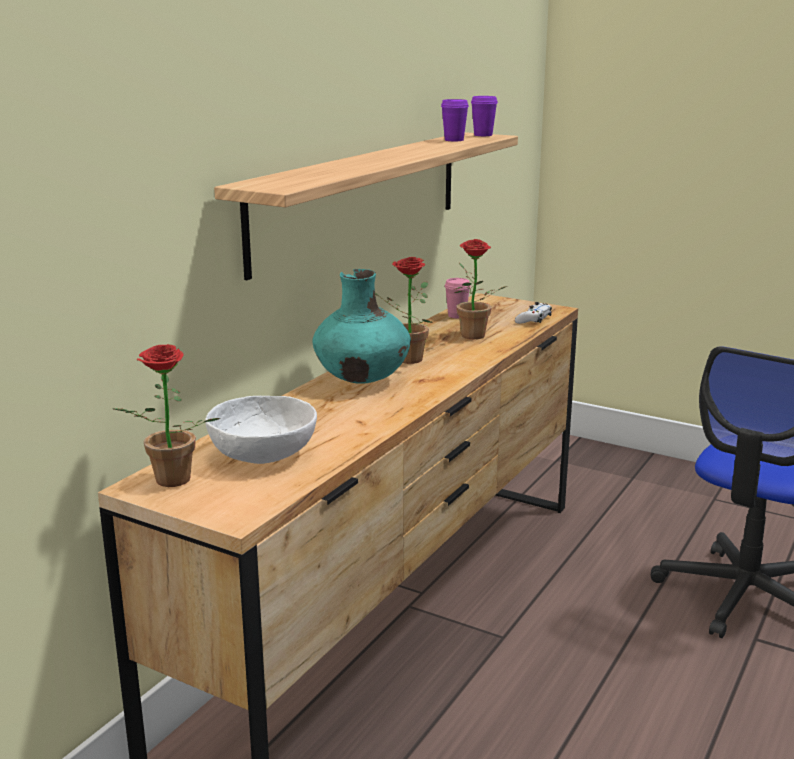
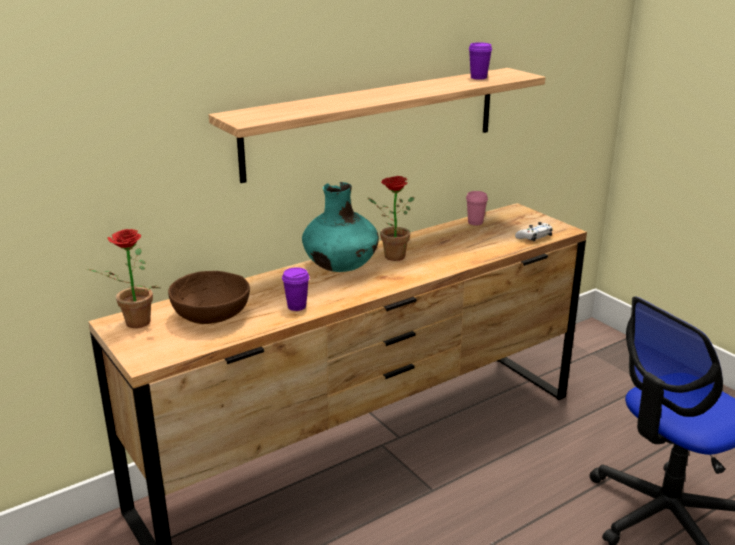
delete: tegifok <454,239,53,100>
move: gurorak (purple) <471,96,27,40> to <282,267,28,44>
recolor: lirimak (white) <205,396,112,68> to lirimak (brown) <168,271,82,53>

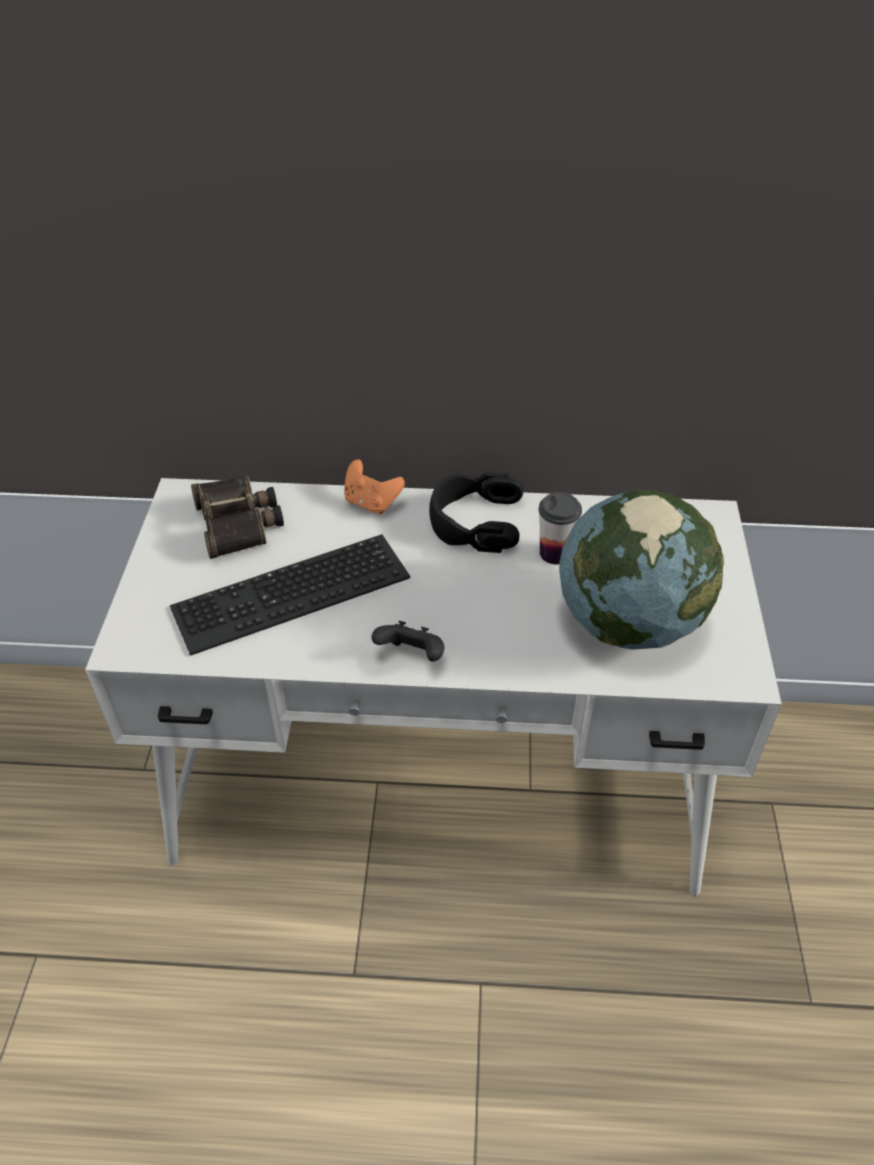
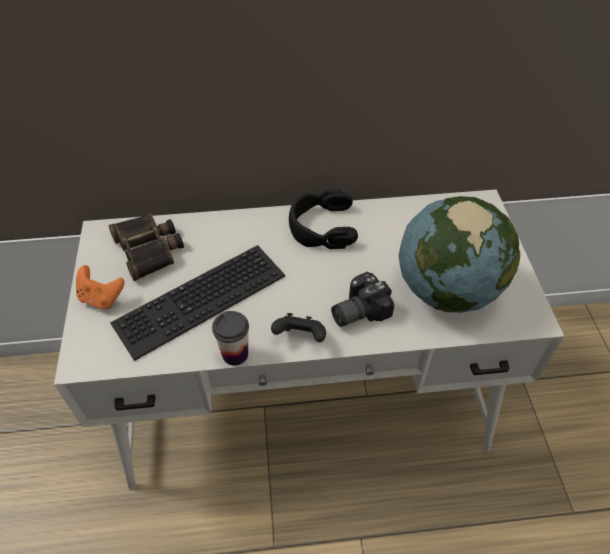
insert: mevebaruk <331,272,63,55>
move: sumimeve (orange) <344,459,61,55> to <76,265,49,44>; gurorak <539,492,43,72> to <212,311,37,55>

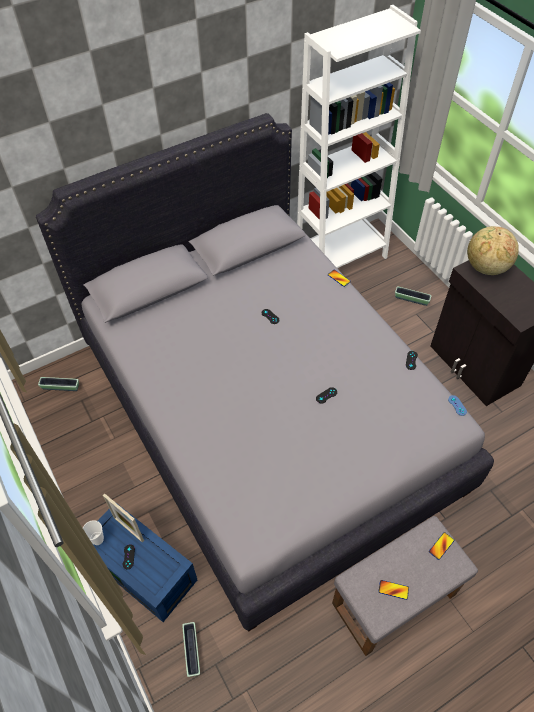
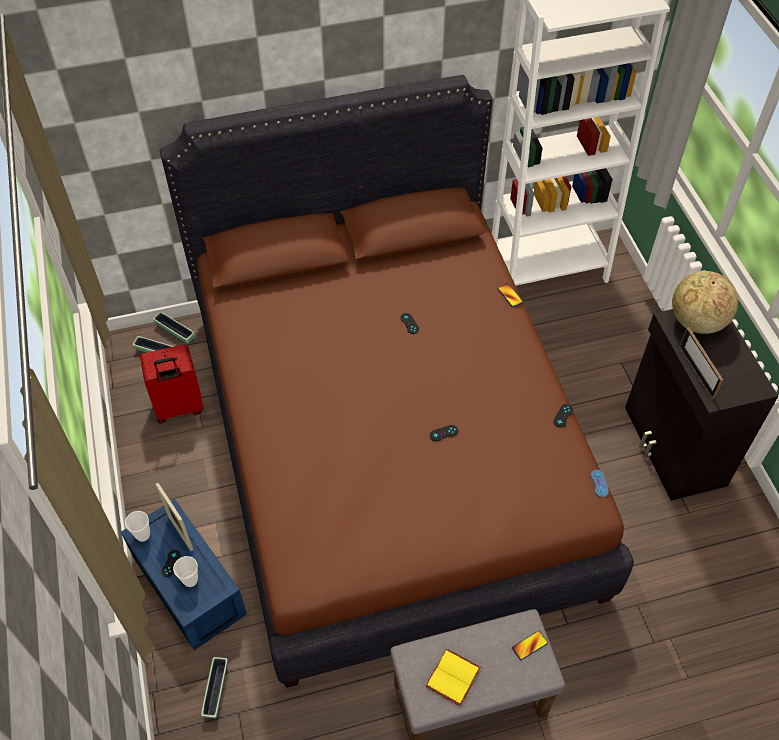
insert: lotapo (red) <140,344,64,80>; gurorak <173,556,25,31>; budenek <679,327,44,72>
move: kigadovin <395,286,36,20> to <153,312,41,33>
replace: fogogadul <378,580,31,20> to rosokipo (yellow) <425,648,56,59>
recolor: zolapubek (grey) <36,113,458,518> to zolapubek (brown) <160,75,474,613>

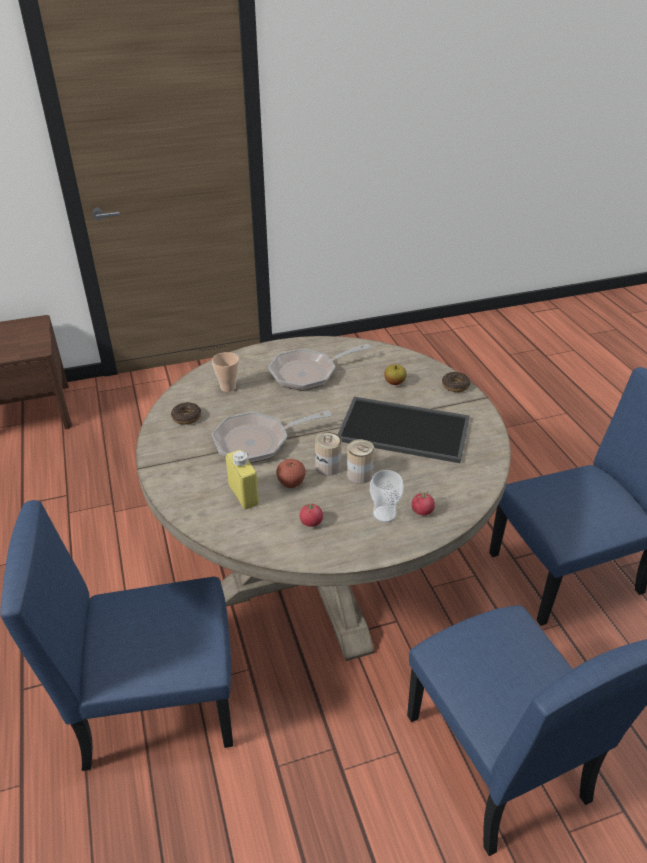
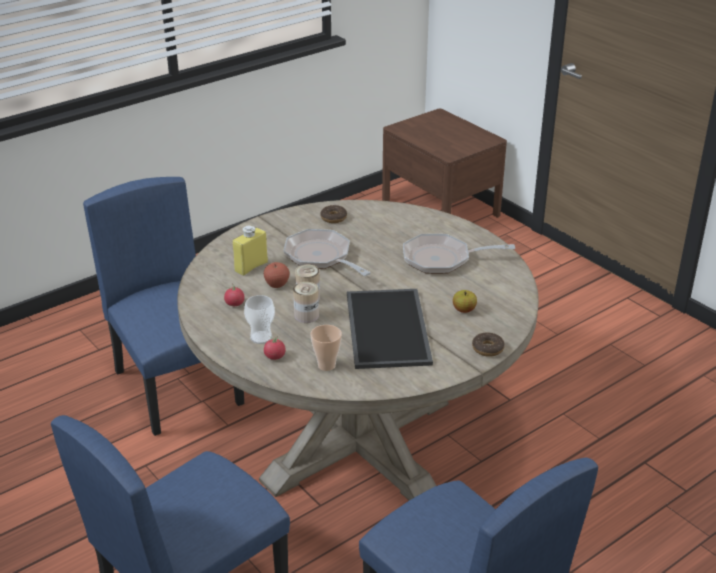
move: gurorak <212,352,27,40> to <310,325,32,46>
rotate: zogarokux <268,344,103,47> = <403,234,112,40> 45 degrees counterclockwise

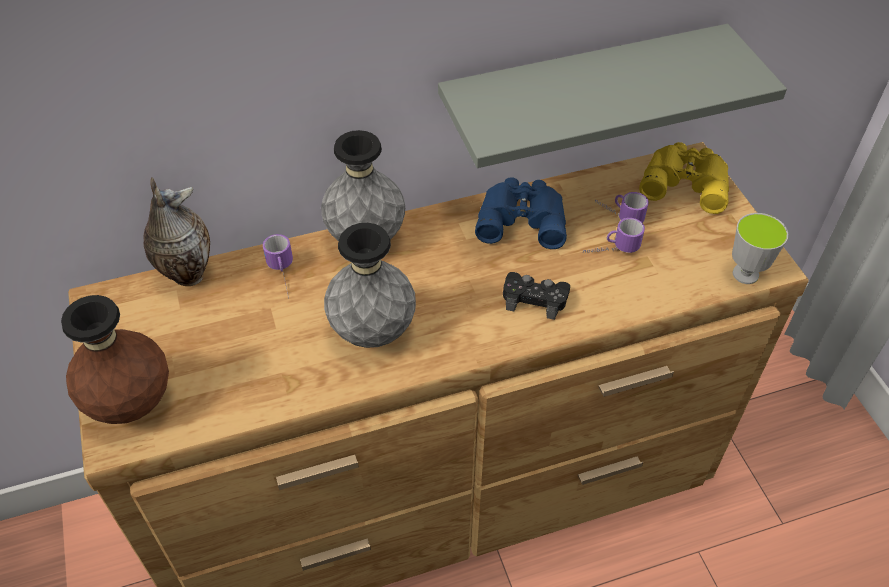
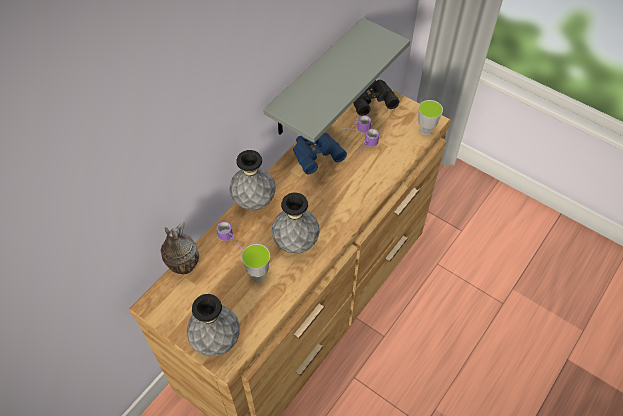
delete: sumimeve (black) <503,272,67,48>
insert: gurorak <242,244,28,37>
recolor: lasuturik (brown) <61,295,108,129> to lasuturik (grey) <187,294,53,63>; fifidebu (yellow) <639,142,90,72> to fifidebu (black) <354,80,46,36>

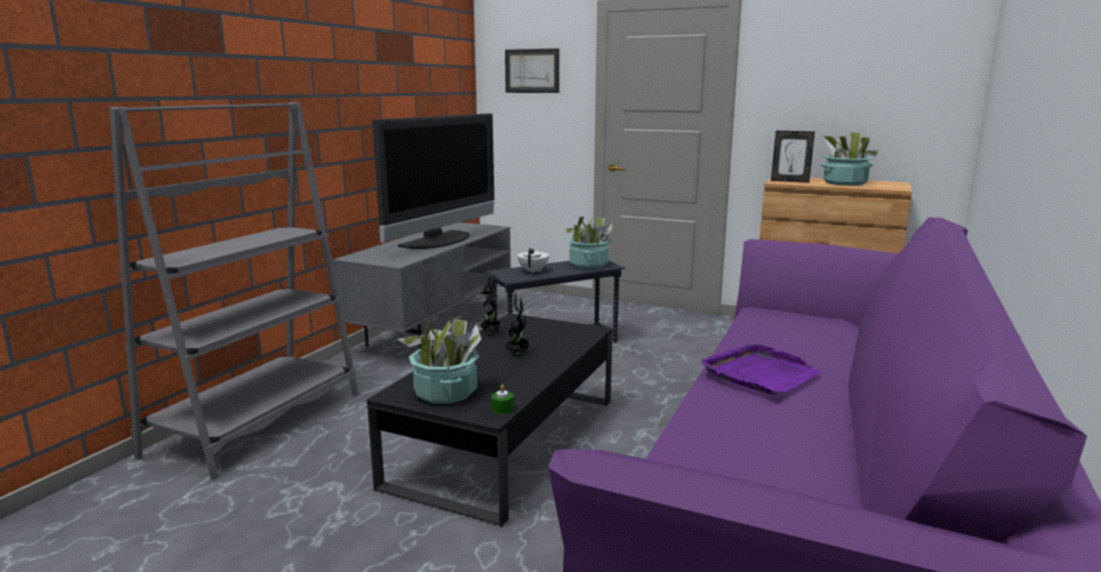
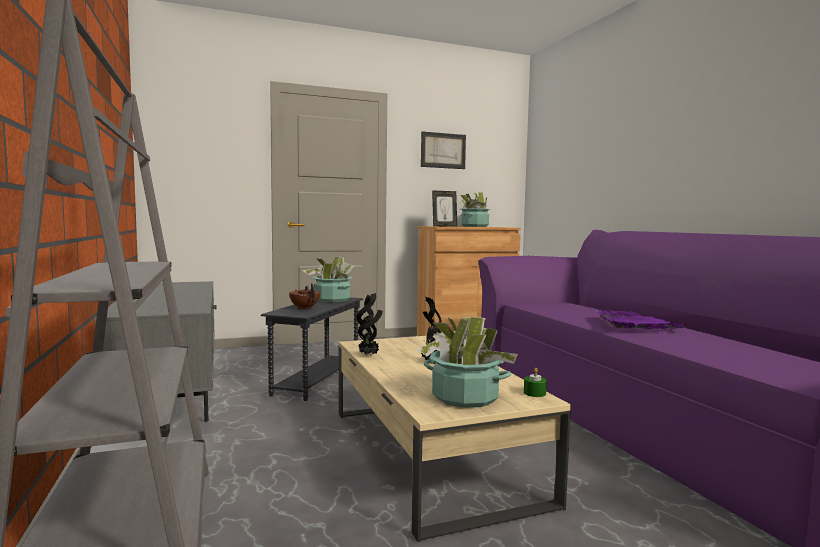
delete: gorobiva <372,113,122,136>
move: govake <505,48,54,45> to <421,131,45,38>
recolor: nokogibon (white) <517,248,32,25> to nokogibon (brown) <289,283,31,27>; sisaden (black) <367,313,245,214> to sisaden (beige) <339,336,232,206>

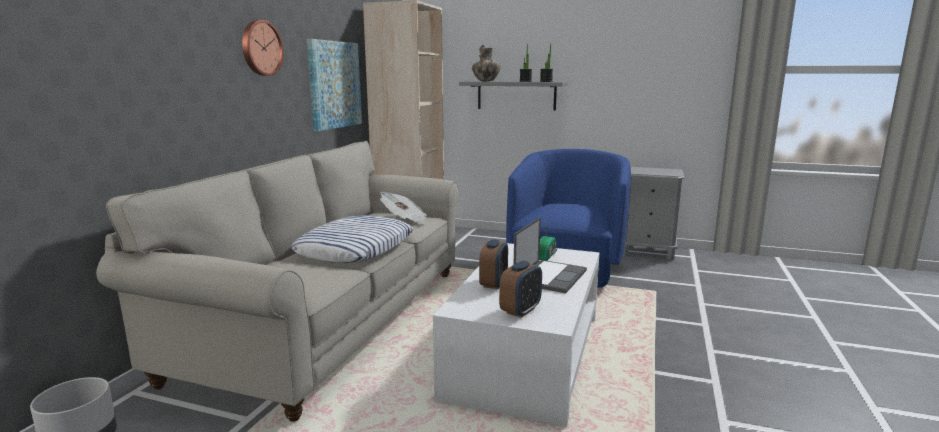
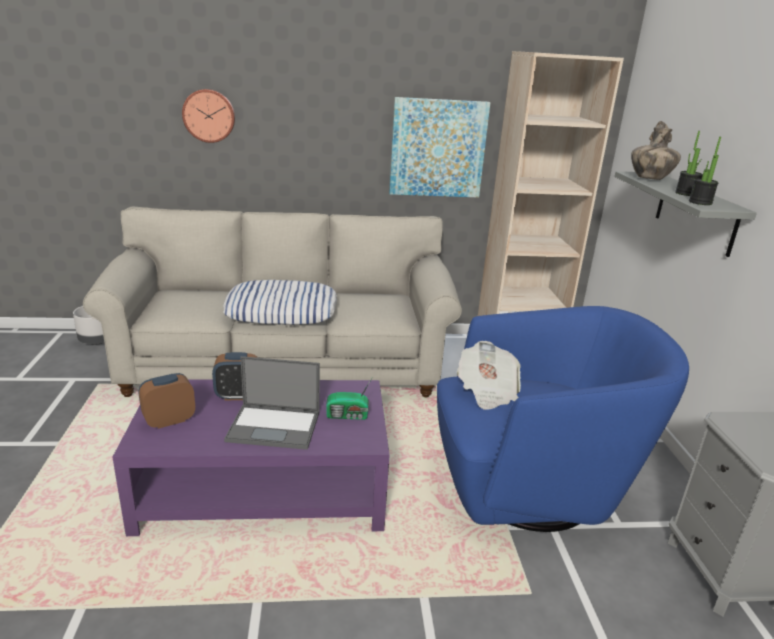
move: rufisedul <242,20,42,56> to <182,89,53,54>; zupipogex <380,192,47,32> to <457,341,64,69>
recolor: sisaden (white) <433,243,167,184> to sisaden (purple) <113,379,277,157>
rotate: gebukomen <499,261,43,57> = <139,373,56,56> 135 degrees clockwise

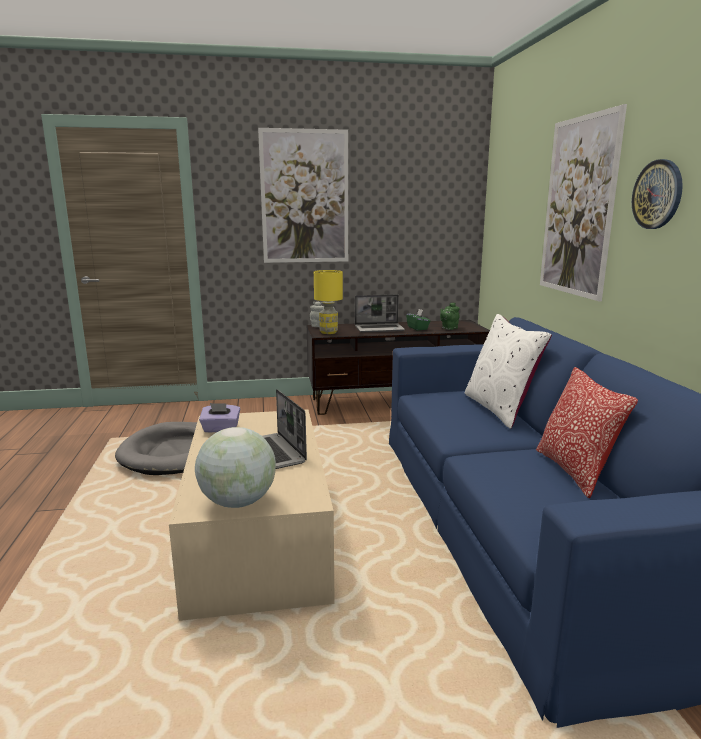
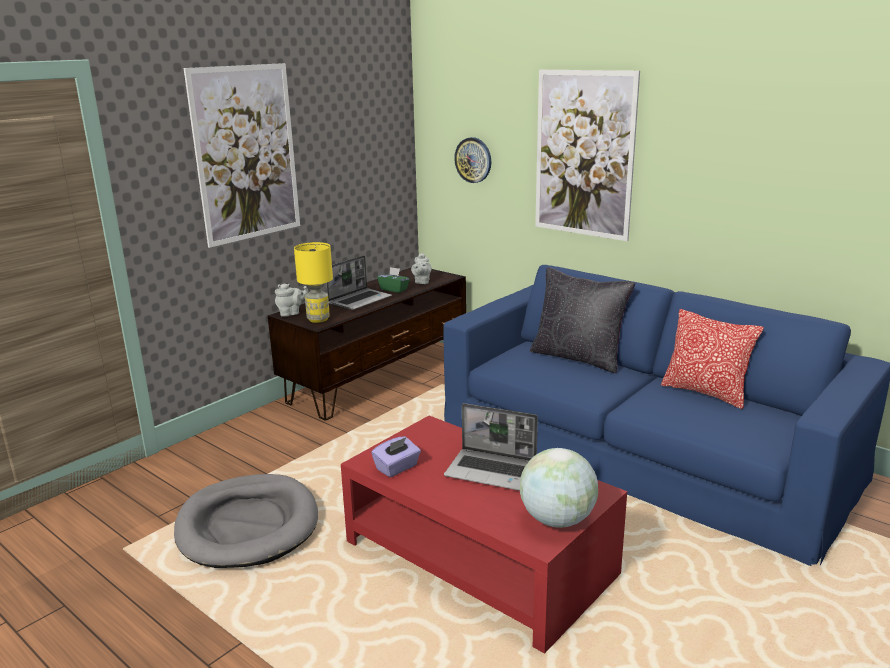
move: rufisedul <632,159,51,70> to <454,137,37,46>
recolor: sisaden (beige) <169,409,166,212> to sisaden (red) <341,416,286,238>; nokogibon (green) <440,302,20,28> to nokogibon (grey) <411,252,21,32>; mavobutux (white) <464,314,88,115> to mavobutux (black) <530,268,105,105>

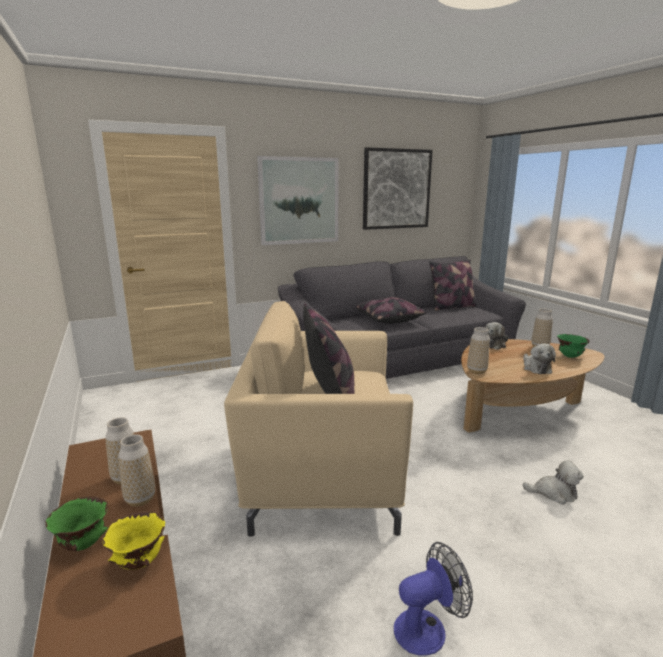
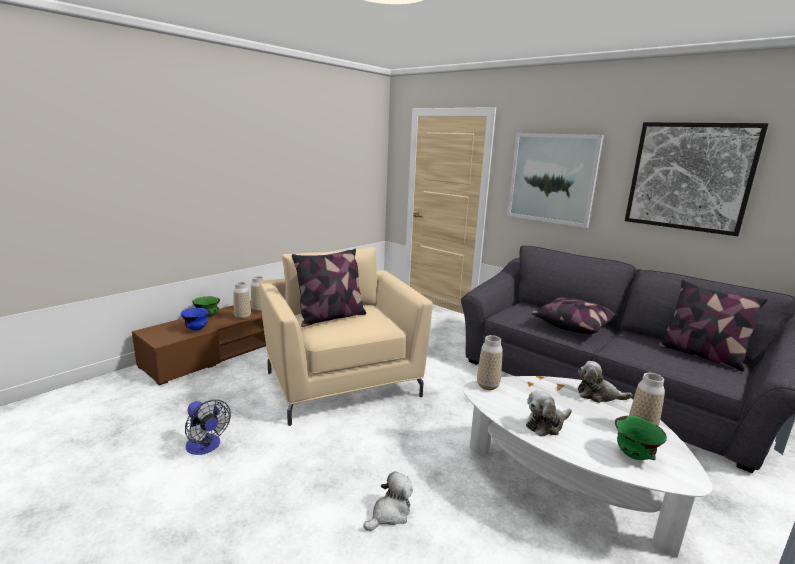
recolor: lirimak (yellow) <102,511,63,59> to lirimak (blue) <180,308,30,23>; sisaden (brown) <461,339,143,94> to sisaden (white) <463,376,250,182>
rotate: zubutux <522,460,62,44> = <363,471,50,60> 120 degrees counterclockwise

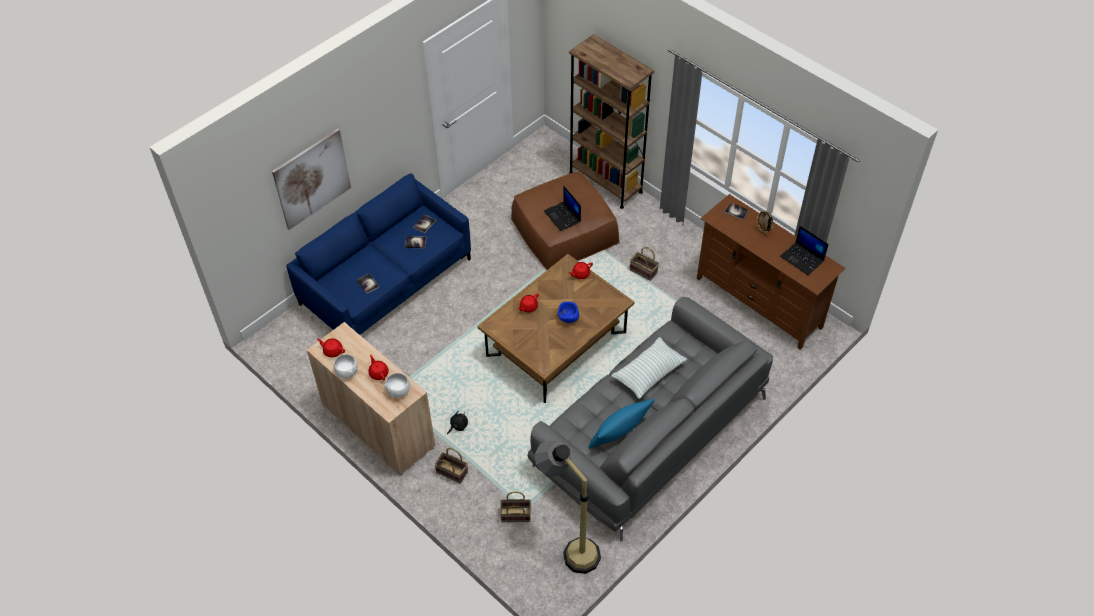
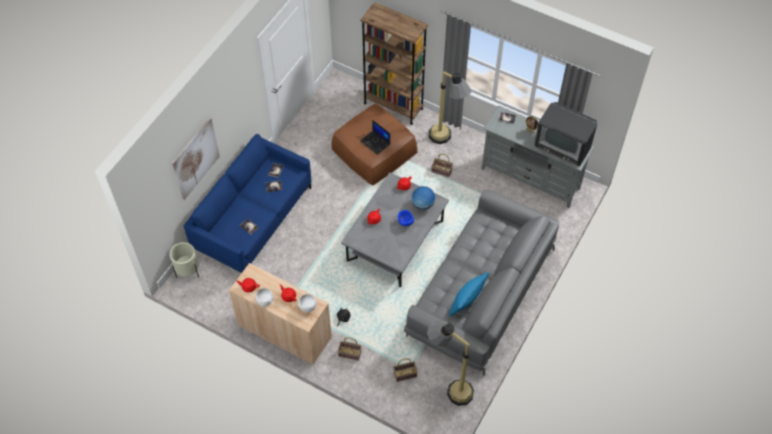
delete: mavobutux <611,337,76,62>
insert: kigadovin (beige) <170,242,29,36>; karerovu <412,186,23,24>; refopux <429,71,42,73>
replace: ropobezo <780,226,49,49> to gorobiva <534,102,64,64>
recolor: sisaden (brown) <477,254,157,149> to sisaden (grey) <341,172,108,115>; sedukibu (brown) <697,194,149,156> to sedukibu (grey) <482,105,113,103>

